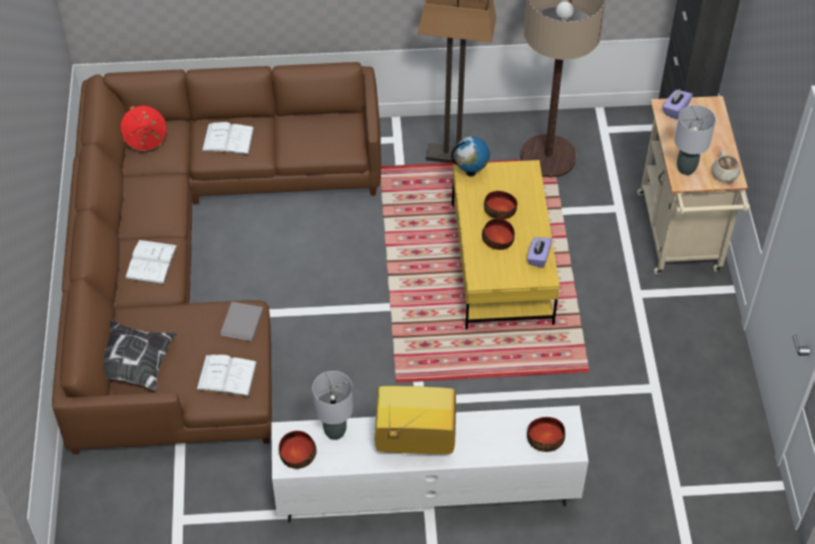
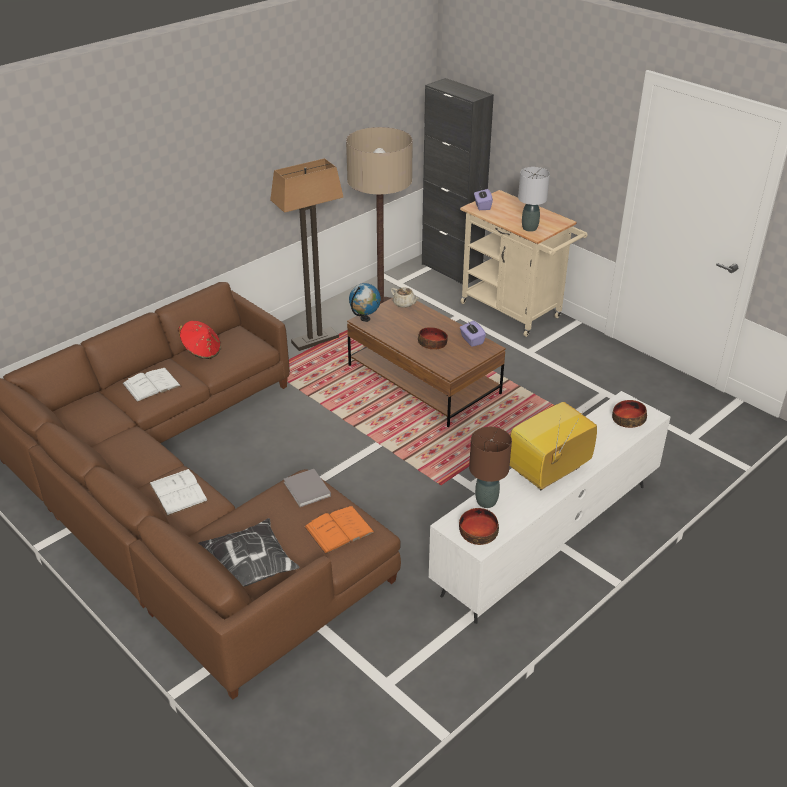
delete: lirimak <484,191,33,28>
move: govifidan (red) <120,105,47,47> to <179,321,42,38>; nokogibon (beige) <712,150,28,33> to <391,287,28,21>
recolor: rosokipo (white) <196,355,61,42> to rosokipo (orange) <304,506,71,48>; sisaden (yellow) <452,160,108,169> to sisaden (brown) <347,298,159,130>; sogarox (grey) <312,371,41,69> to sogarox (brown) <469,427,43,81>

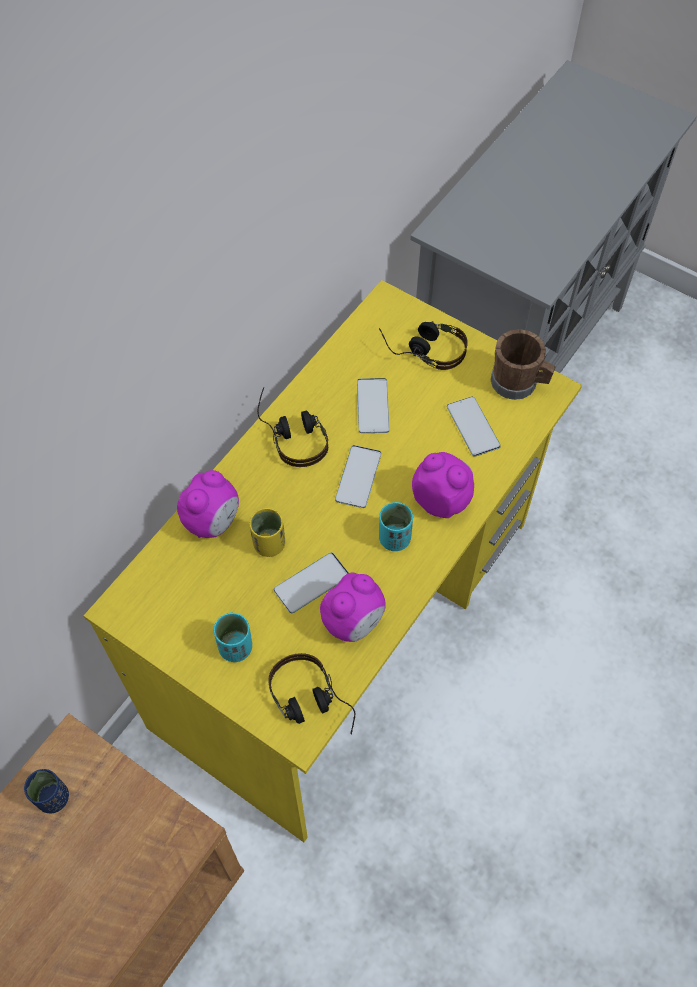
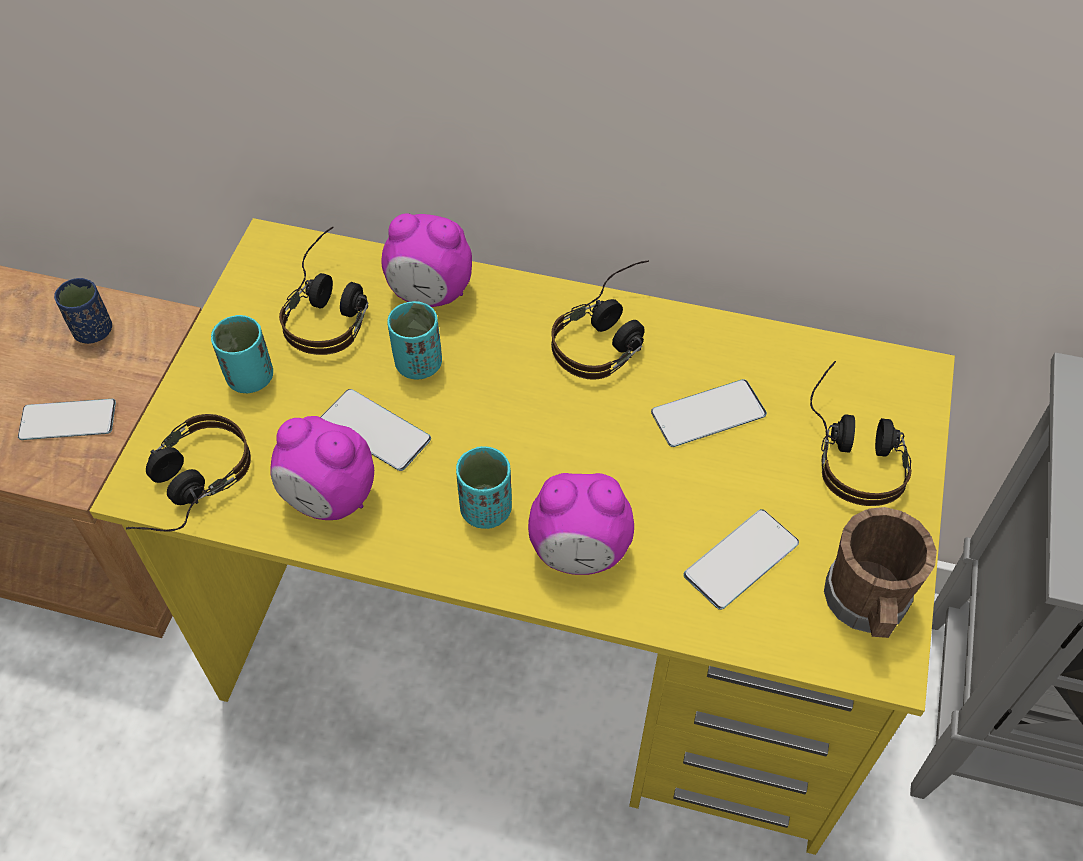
insert: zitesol <279,227,90,128>
move: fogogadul <335,445,47,63> to <18,399,98,41>
recolor: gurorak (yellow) <249,508,36,49> to gurorak (turquoise) <387,301,55,78>
rotate: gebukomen <412,452,62,66> = <528,473,106,102> 75 degrees clockwise

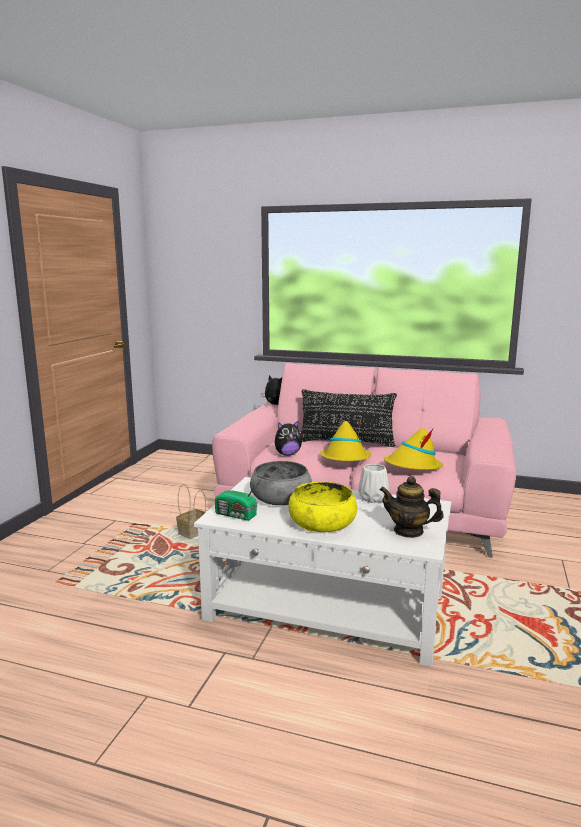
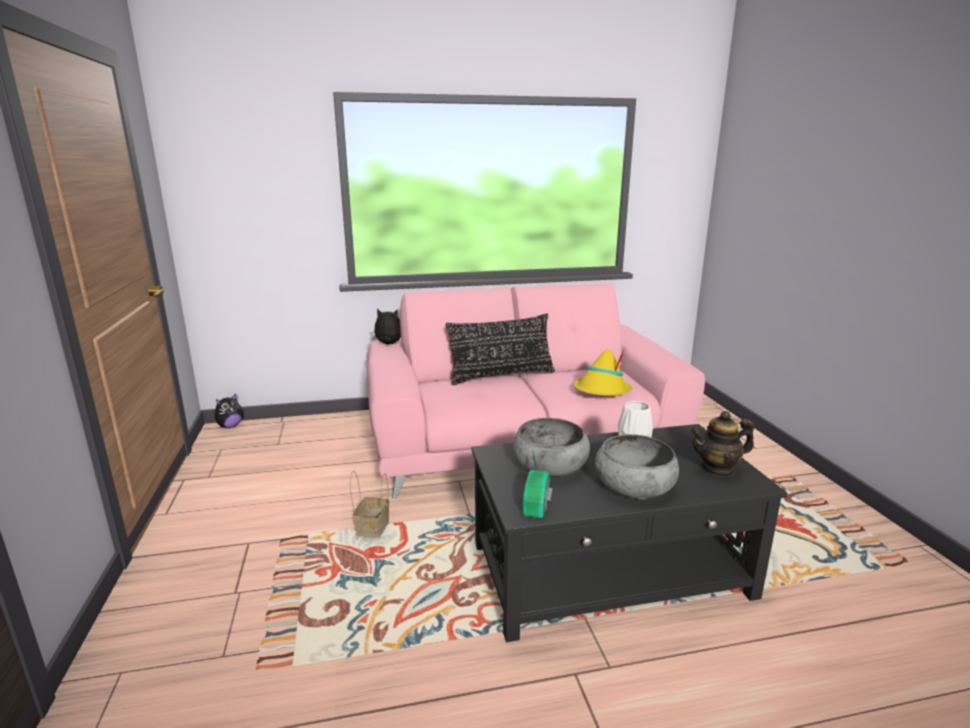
delete: govifidan (yellow) <320,417,51,44>
move: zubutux <275,421,27,35> to <214,394,29,34>
recolor: sisaden (white) <194,477,257,189> to sisaden (black) <471,424,317,218>; lirimak (yellow) <288,482,69,50> to lirimak (grey) <595,434,84,65>
rotate: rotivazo <215,479,44,42> = <523,442,29,76> 75 degrees counterclockwise

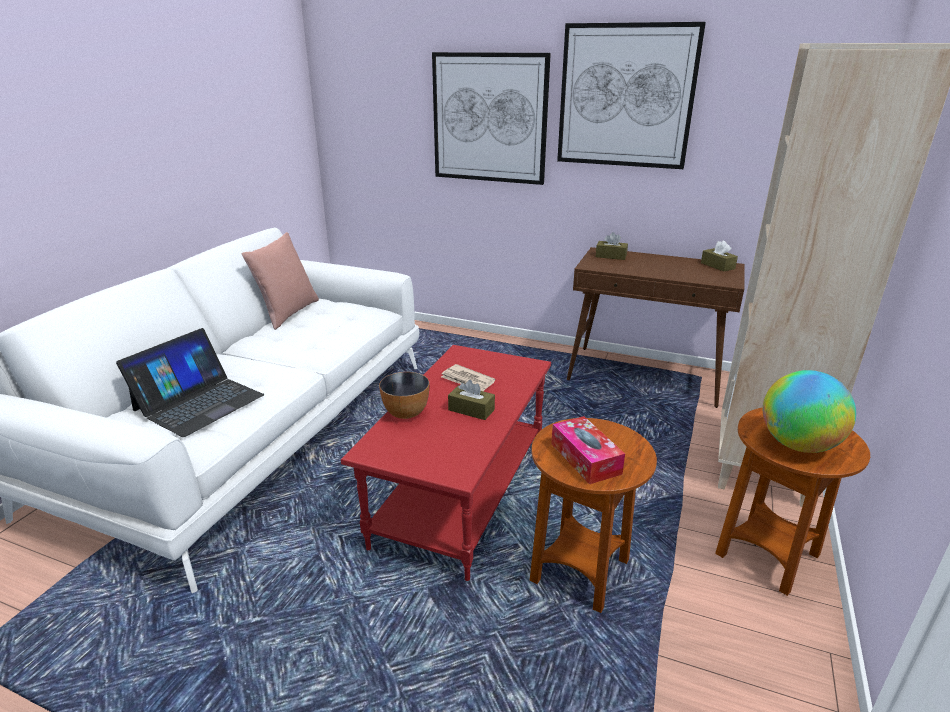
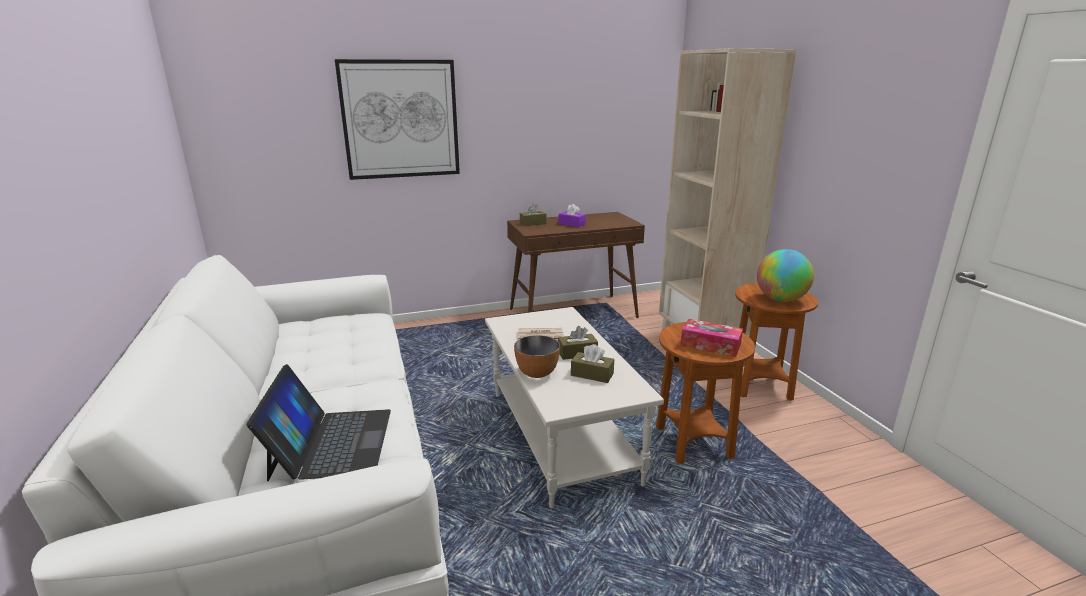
delete: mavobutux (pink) <242,232,77,98>; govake <557,22,149,147>
insert: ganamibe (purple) <559,204,27,23>
move: ganamibe (brown) <701,240,37,31> to <571,344,43,39>
recolor: sisaden (red) <341,345,210,236> to sisaden (white) <485,307,179,201>

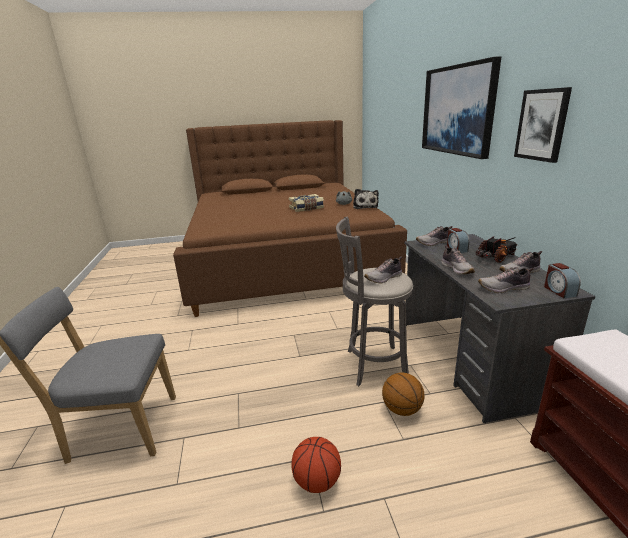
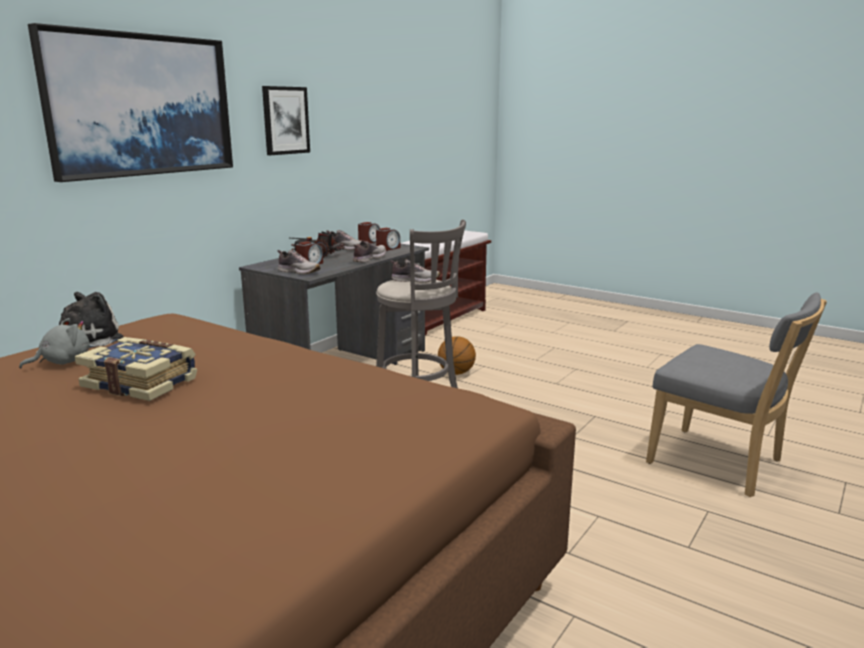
delete: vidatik <291,437,50,56>
replace: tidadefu <478,267,56,26> to gebukomen <376,228,24,23>

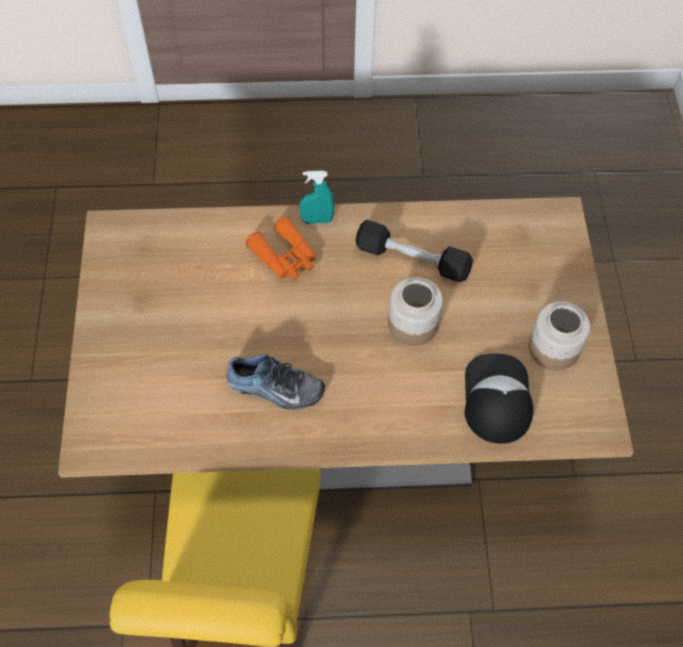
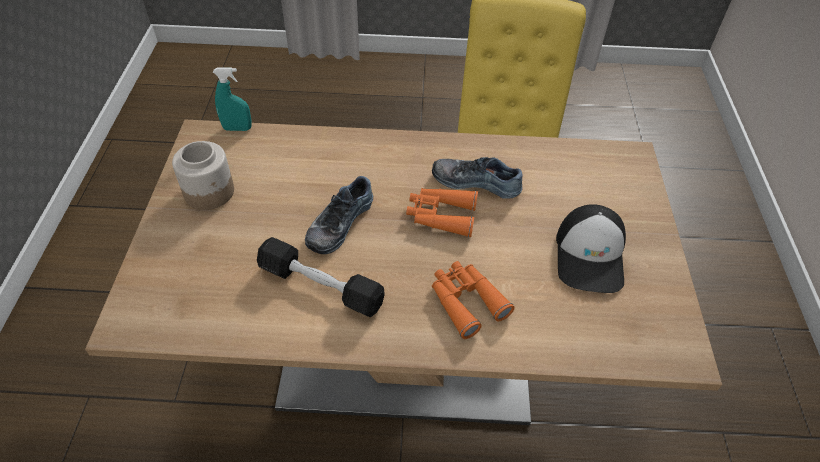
insert: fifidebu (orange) <406,188,72,49>
move: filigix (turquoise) <300,171,34,53> to <213,67,39,64>; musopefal <465,353,68,91> to <556,204,70,89>
replace: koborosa <388,277,55,69> to tidadefu <305,176,68,78>

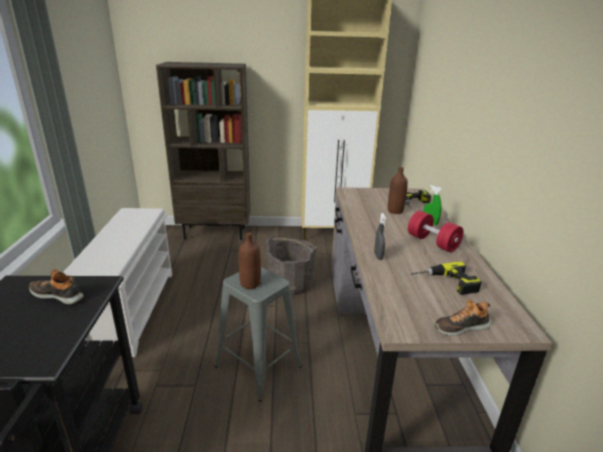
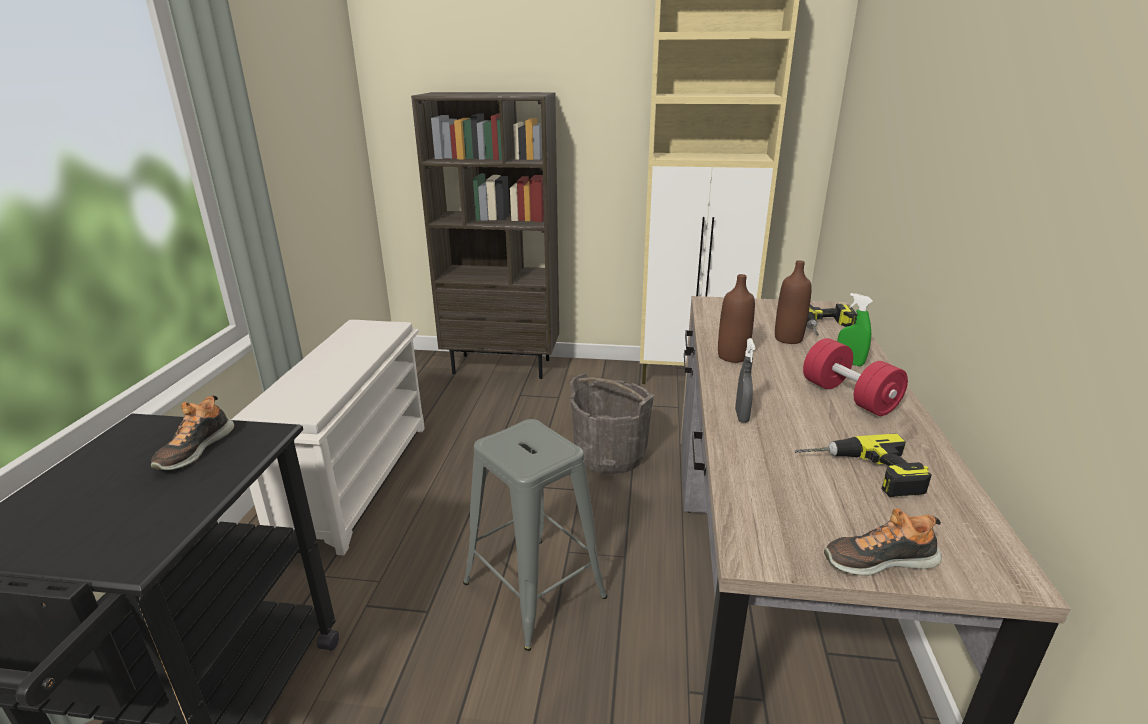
move: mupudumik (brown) <238,233,23,56> to <718,274,37,89>
rotate: tidadefu <29,269,54,35> = <151,395,83,75> 105 degrees counterclockwise

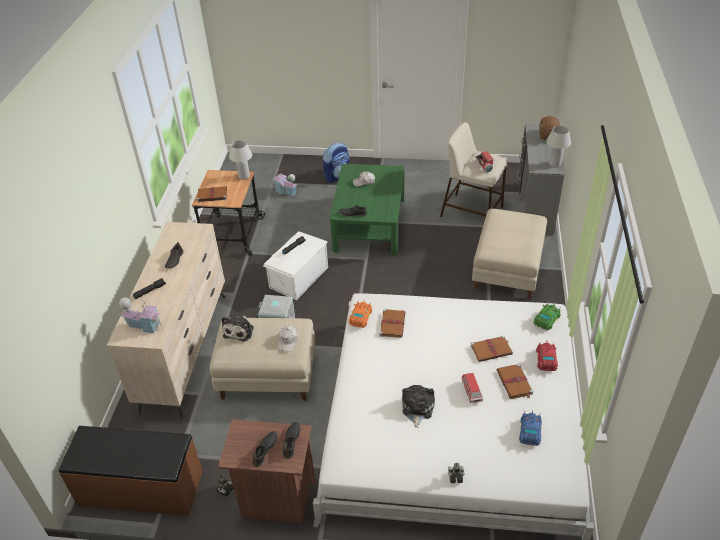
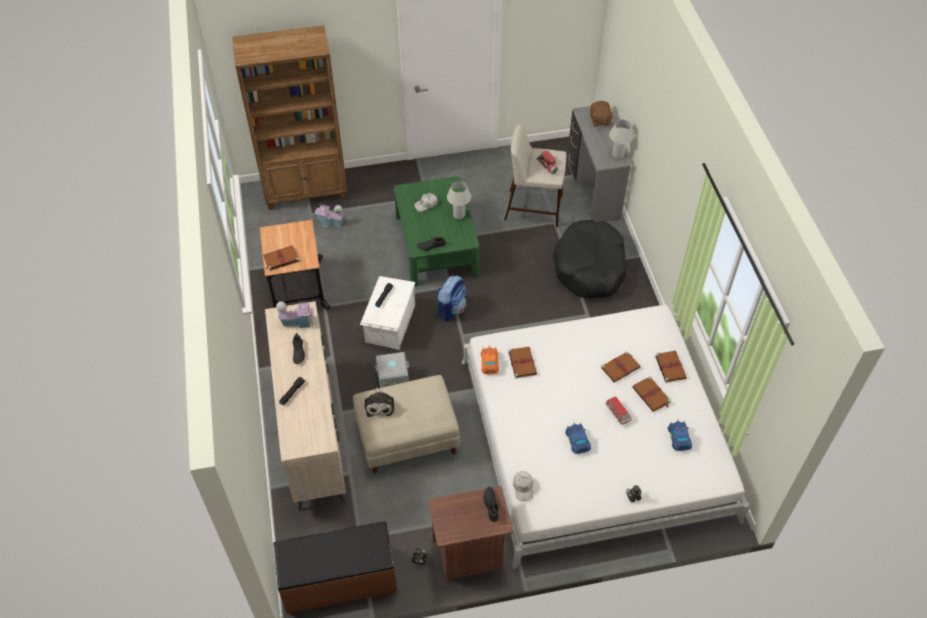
delete: tidadefu (black) <252,431,26,36>; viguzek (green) <533,303,28,27>
insert: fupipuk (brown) <232,25,116,185>
move: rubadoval <119,297,44,37> to <276,301,38,27>; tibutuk <323,143,26,40> to <436,275,31,46>; sogarox (white) <229,140,23,40> to <447,181,24,38>; musopefal (white) <277,326,21,26> to <513,471,20,30>
replace: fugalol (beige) <472,209,75,90> to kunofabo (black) <553,220,74,79>; zubutux <402,385,33,43> to viguzek (blue) <565,422,26,32>; viguzek (red) <536,342,22,29> to rosokipo (brown) <655,351,32,32>

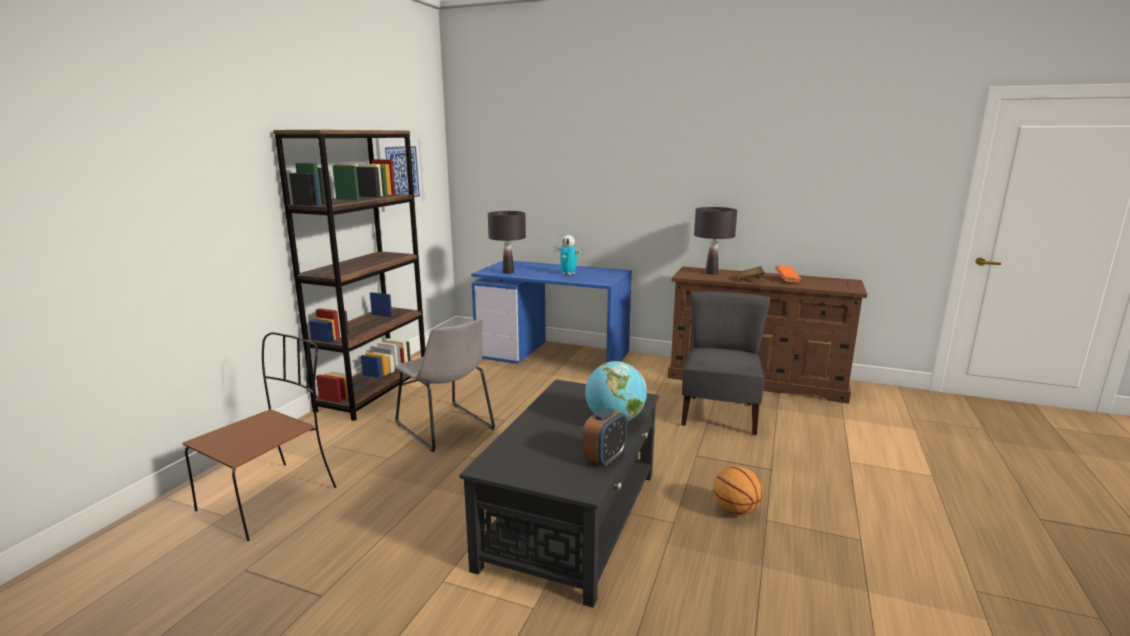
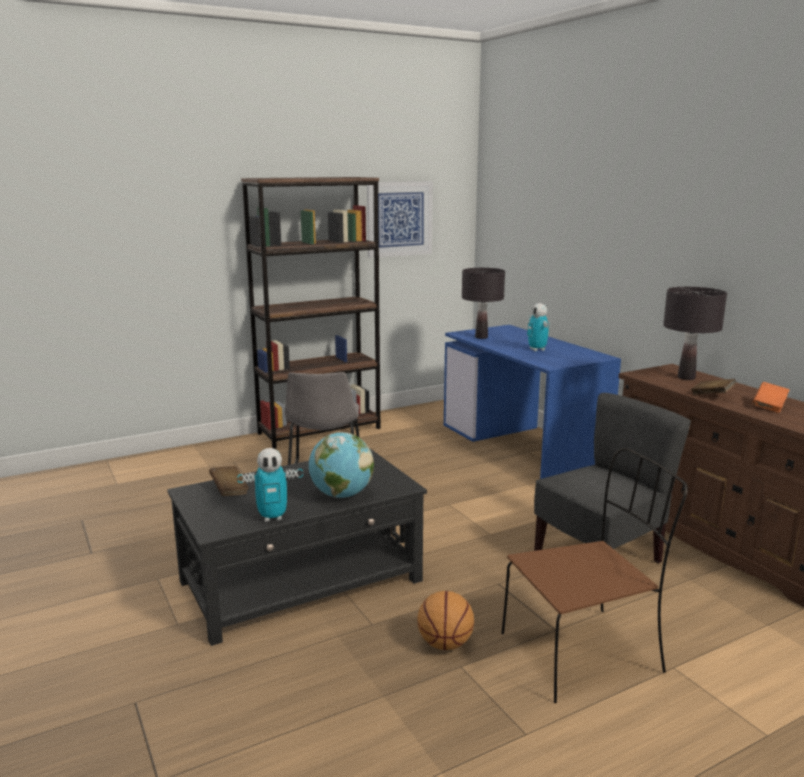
insert: rosokipo (brown) <209,466,40,30>
move: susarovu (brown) <183,332,153,209> to <501,448,187,255>
replace: gebukomen <582,408,45,58> to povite <237,448,66,74>

